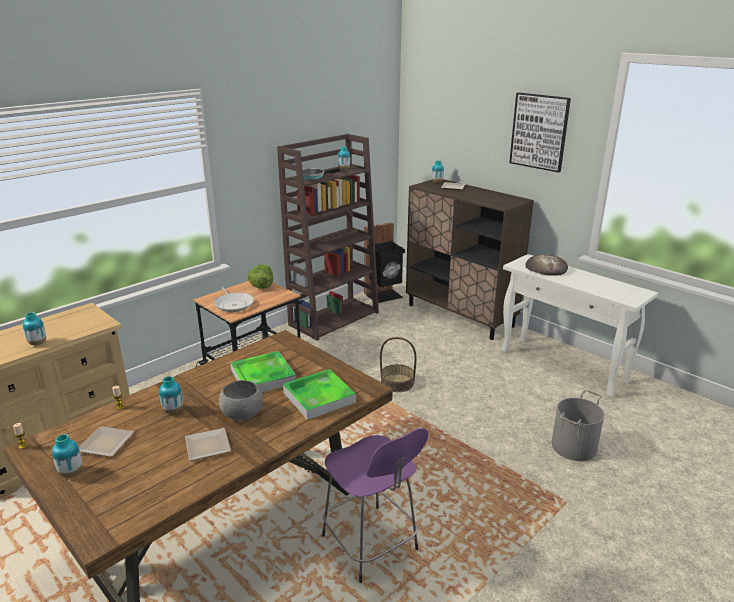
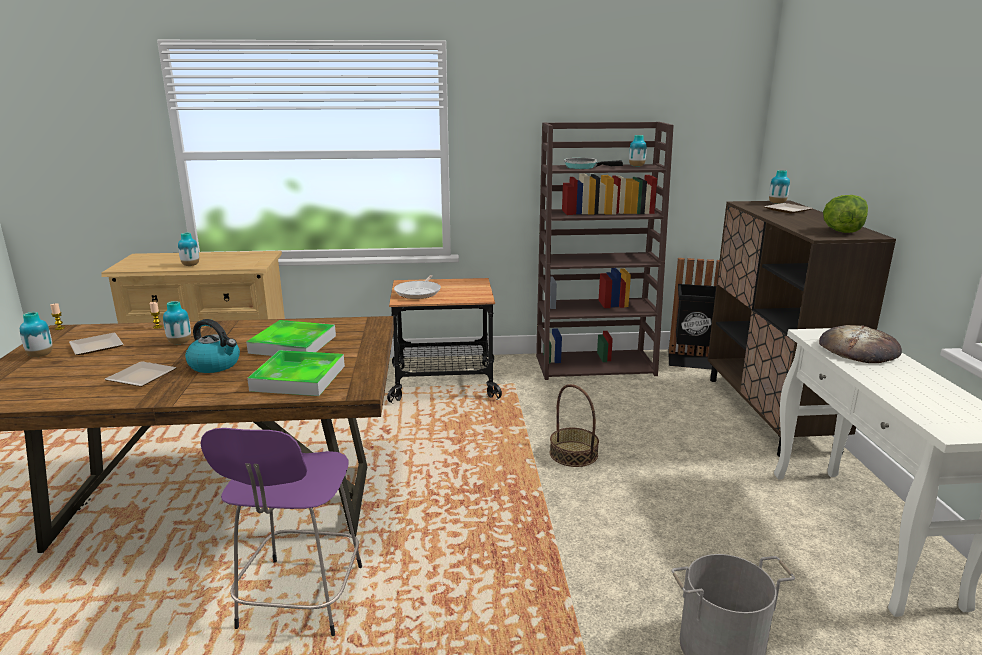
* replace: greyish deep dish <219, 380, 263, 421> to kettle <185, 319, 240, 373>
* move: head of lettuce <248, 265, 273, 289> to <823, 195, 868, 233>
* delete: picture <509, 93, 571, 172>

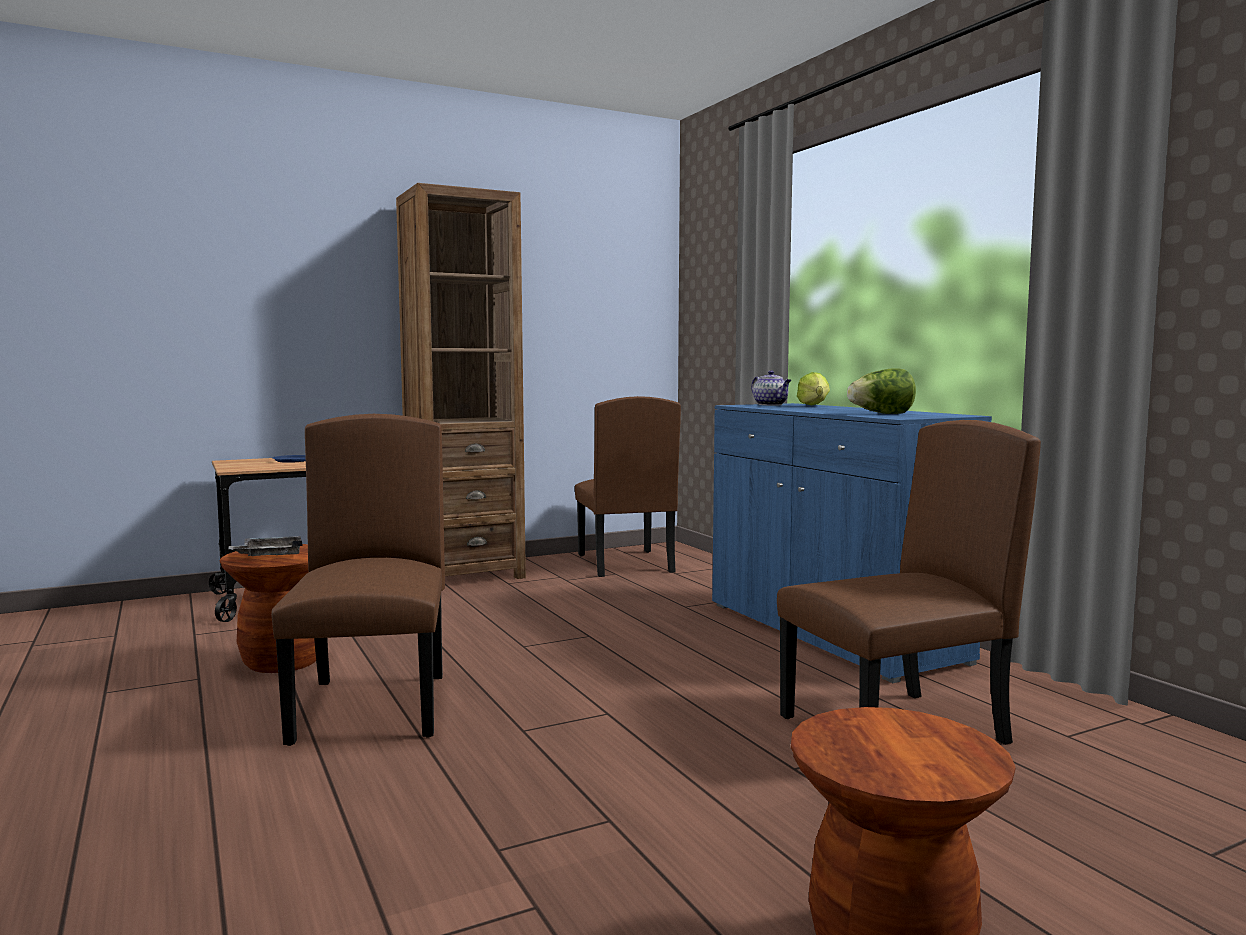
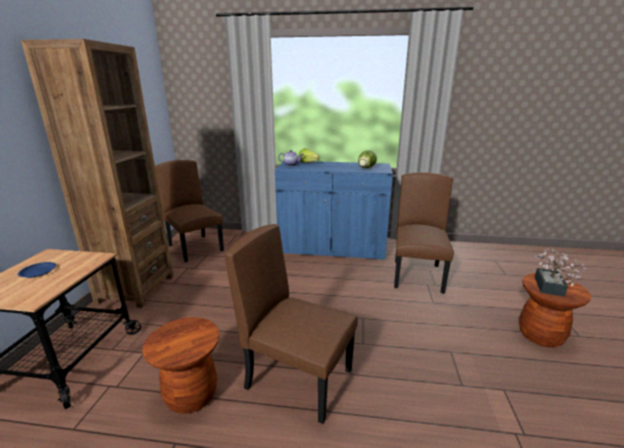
* delete: greyish tray <228, 536, 303, 556>
* rotate: brownish upright chair <575, 396, 681, 577> = <155, 160, 224, 262> 150 degrees counterclockwise
* insert: plant in a pot <534, 249, 587, 297>

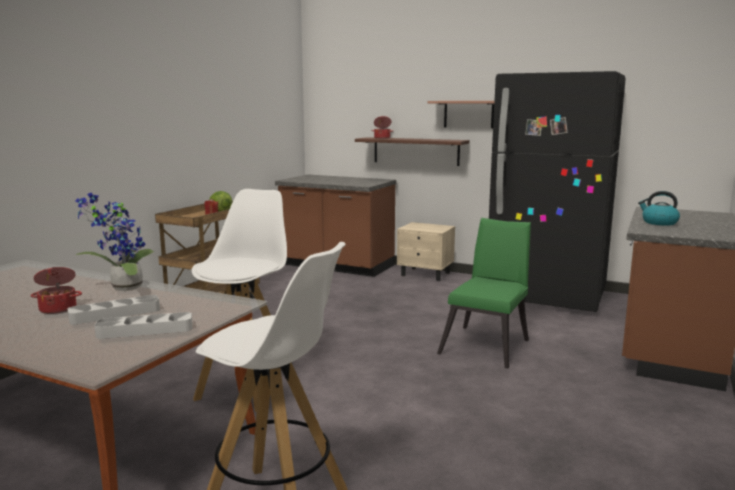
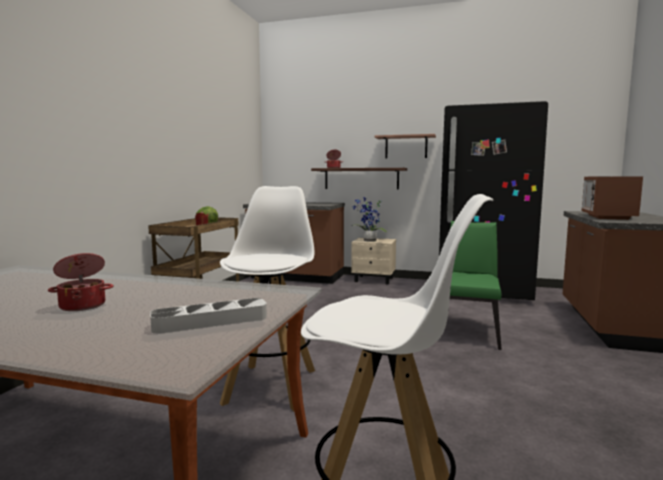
* delete: greyish tray <68, 295, 160, 325>
* move: plant in a pot <75, 193, 154, 290> to <351, 197, 387, 242>
* replace: kettle <638, 191, 680, 226> to kitchen microwave <582, 176, 643, 220>

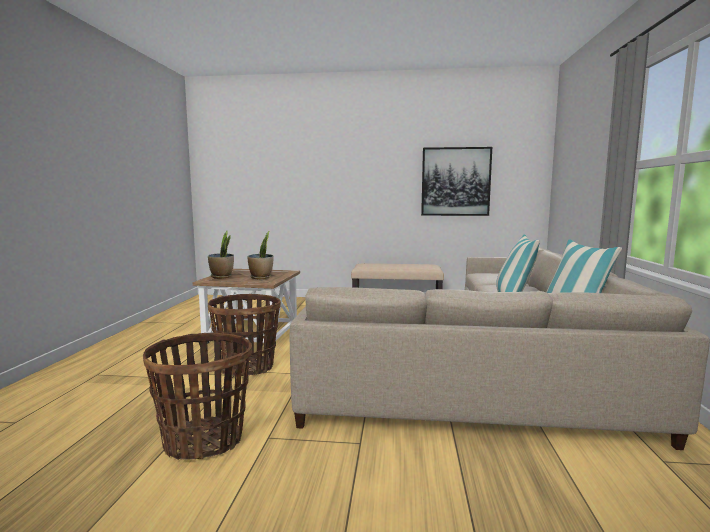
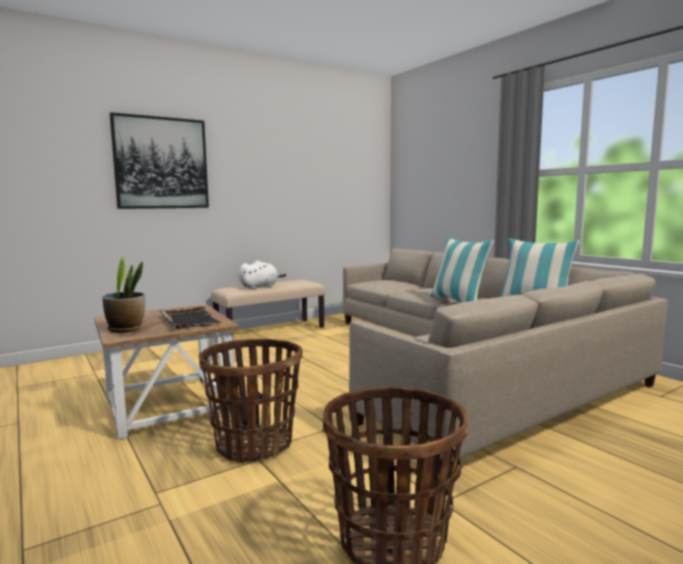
* replace: plant in a pot <247, 231, 273, 279> to blackish tray <160, 307, 222, 329>
* move: picture <421, 147, 492, 216> to <110, 112, 209, 209>
* insert: white soft toy <239, 261, 286, 289>

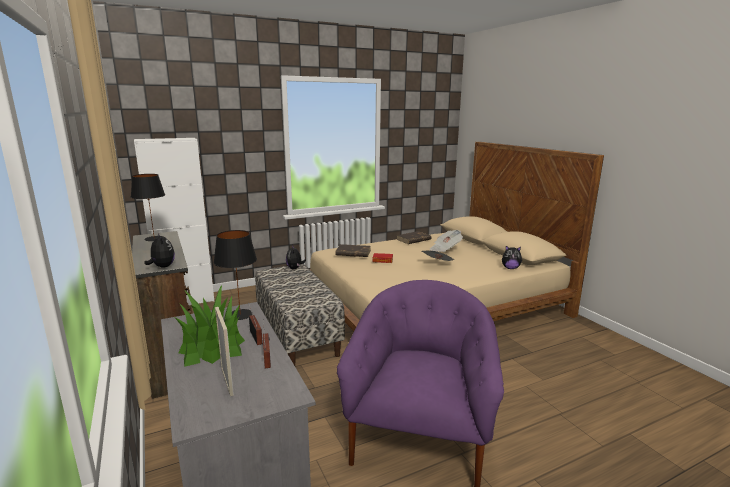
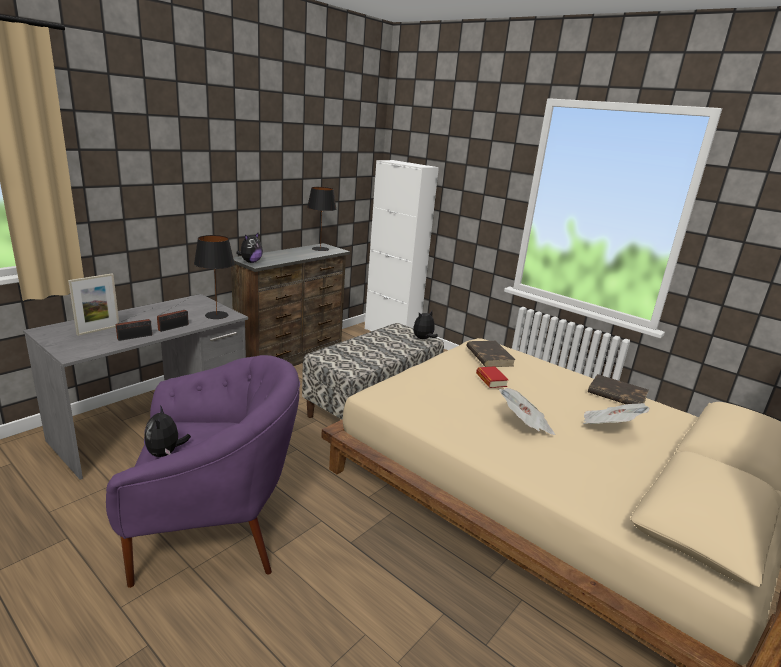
* delete: plant in a pot <174, 285, 245, 367>
* move: soft toy <502, 246, 523, 269> to <144, 405, 191, 457>

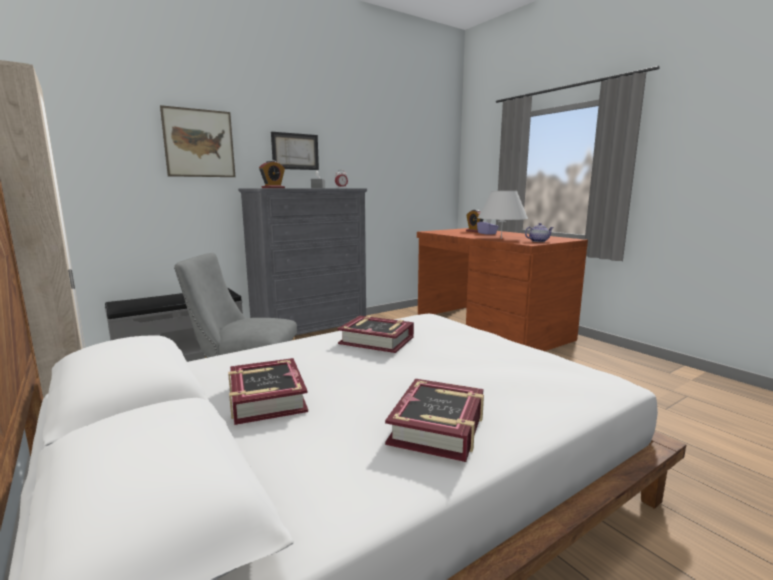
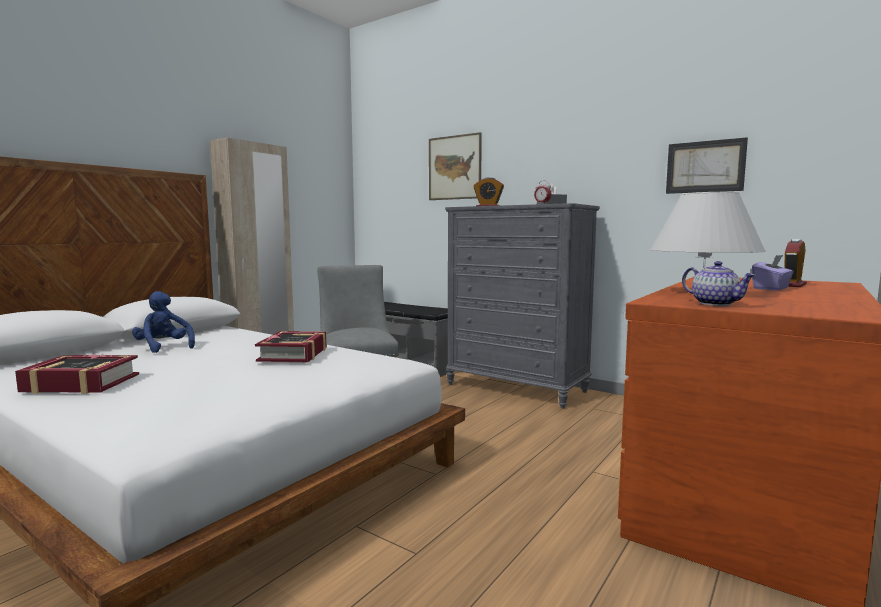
* replace: volume <228, 358, 308, 425> to blue-coloured soft toy <132, 291, 195, 353>
* move: picture <271, 132, 319, 170> to <666, 137, 748, 194>

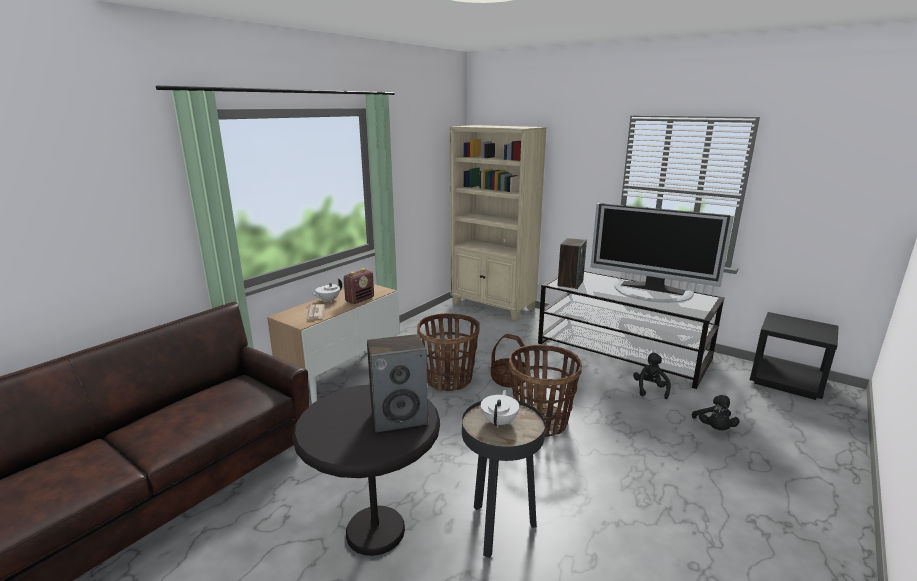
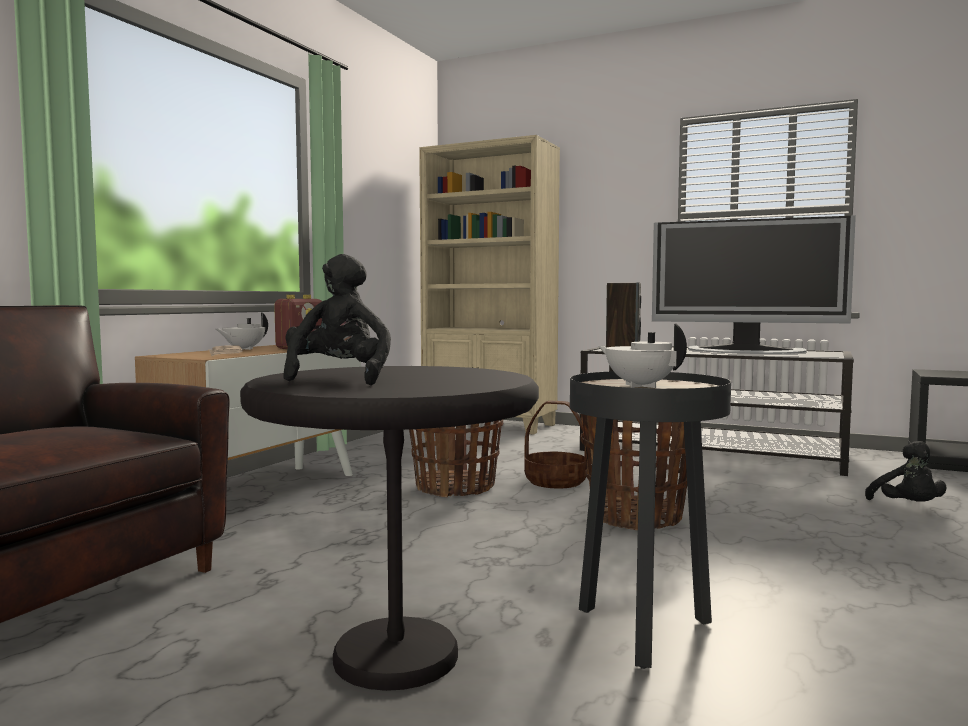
* delete: speaker <367, 334, 428, 432>
* rotate: white teapot <481, 390, 519, 428> = <598, 323, 687, 388> 45 degrees counterclockwise
* move: blackish soft toy <633, 353, 671, 399> to <283, 254, 391, 385>

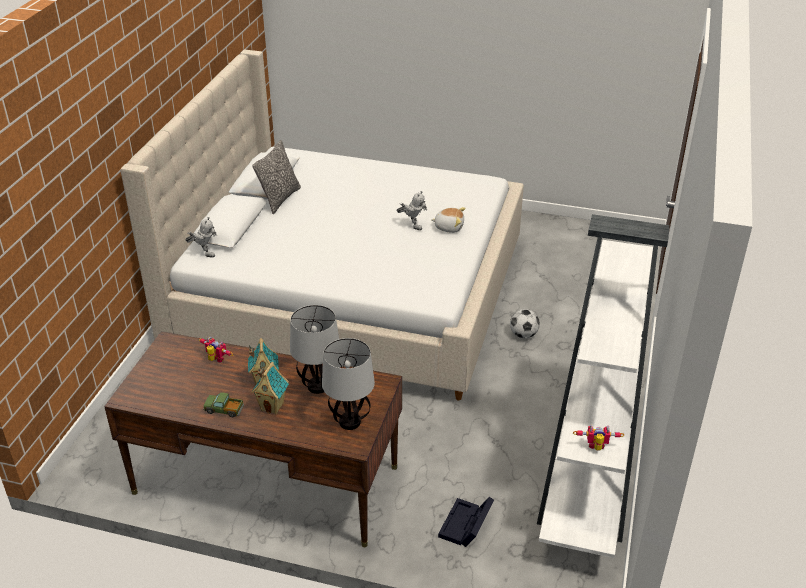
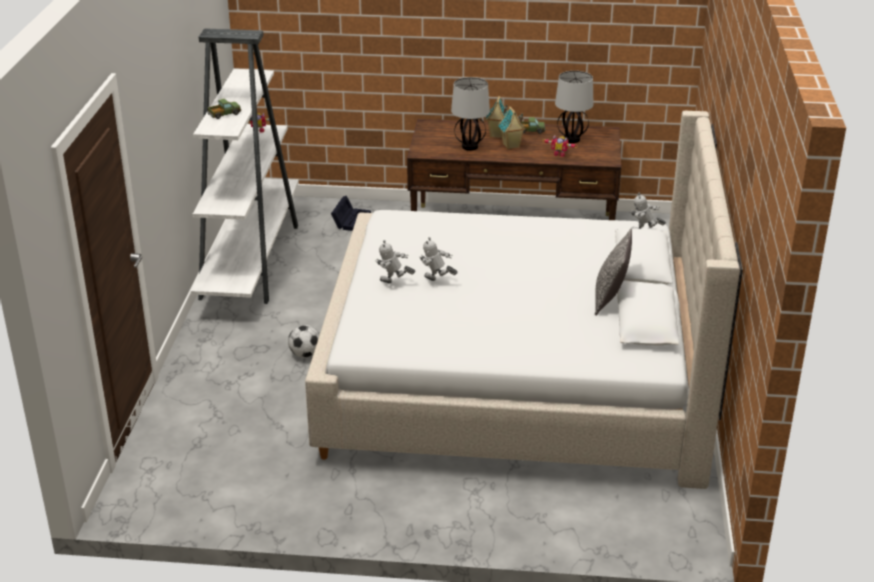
* move: lamp for a table <322, 338, 375, 430> to <555, 71, 594, 143>
* replace: soft toy <431, 207, 466, 233> to model robot <375, 240, 416, 283>
* insert: toy lorry <208, 99, 241, 119>

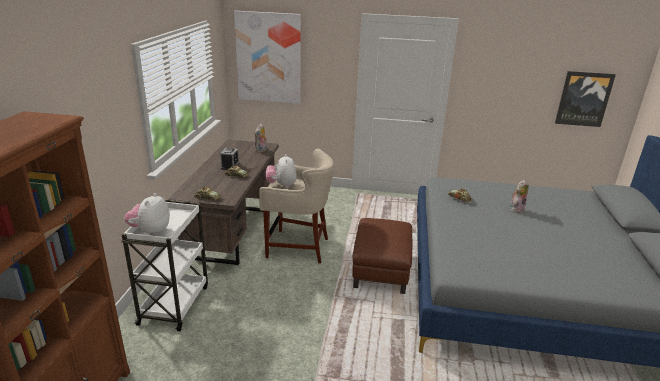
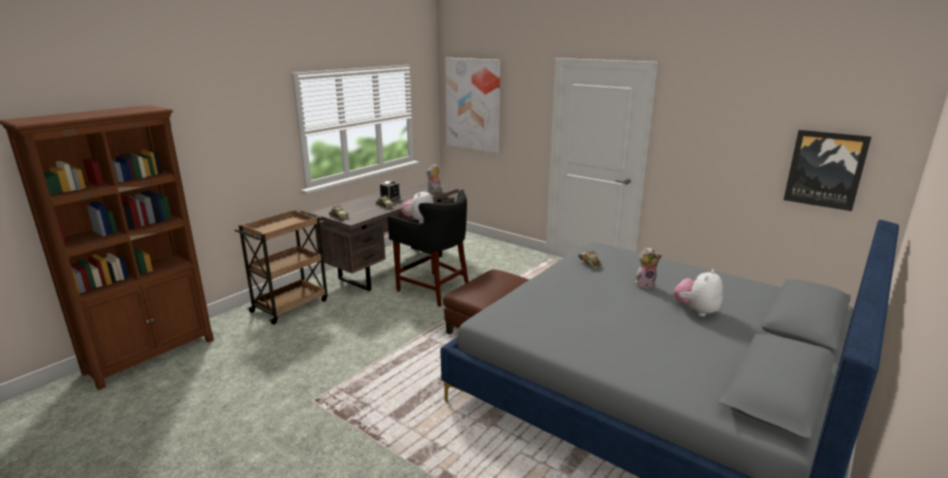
* recolor: white trolley <121, 199, 208, 331> to brownish trolley <235, 209, 328, 324>
* move: soft toy <124, 193, 170, 236> to <674, 269, 723, 317>
* recolor: beige-coloured stool seat <259, 148, 334, 264> to blackish stool seat <388, 189, 469, 307>

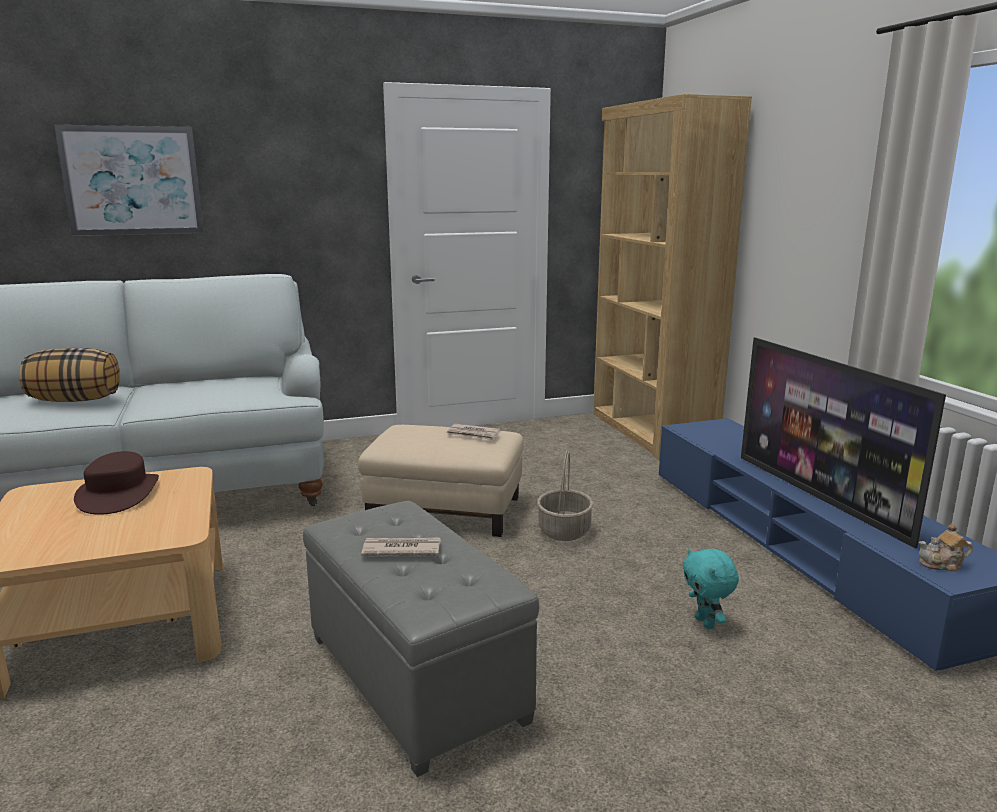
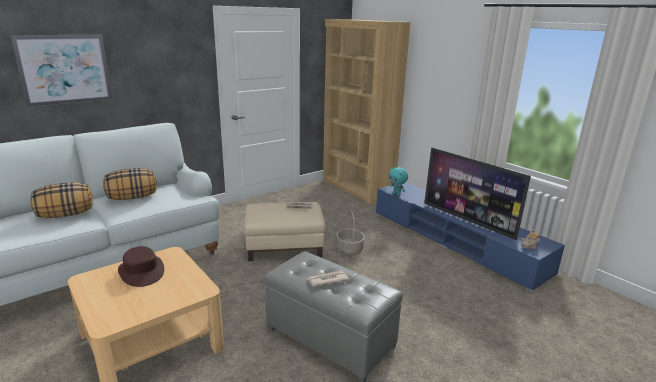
* move: turquoise soft toy <683, 548, 739, 629> to <389, 167, 408, 196>
* insert: pillow <103, 168, 157, 200>

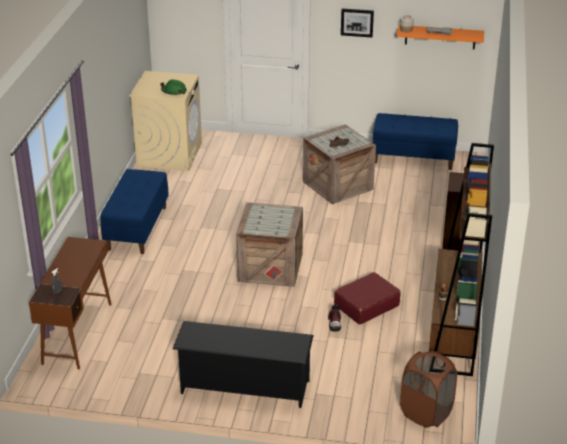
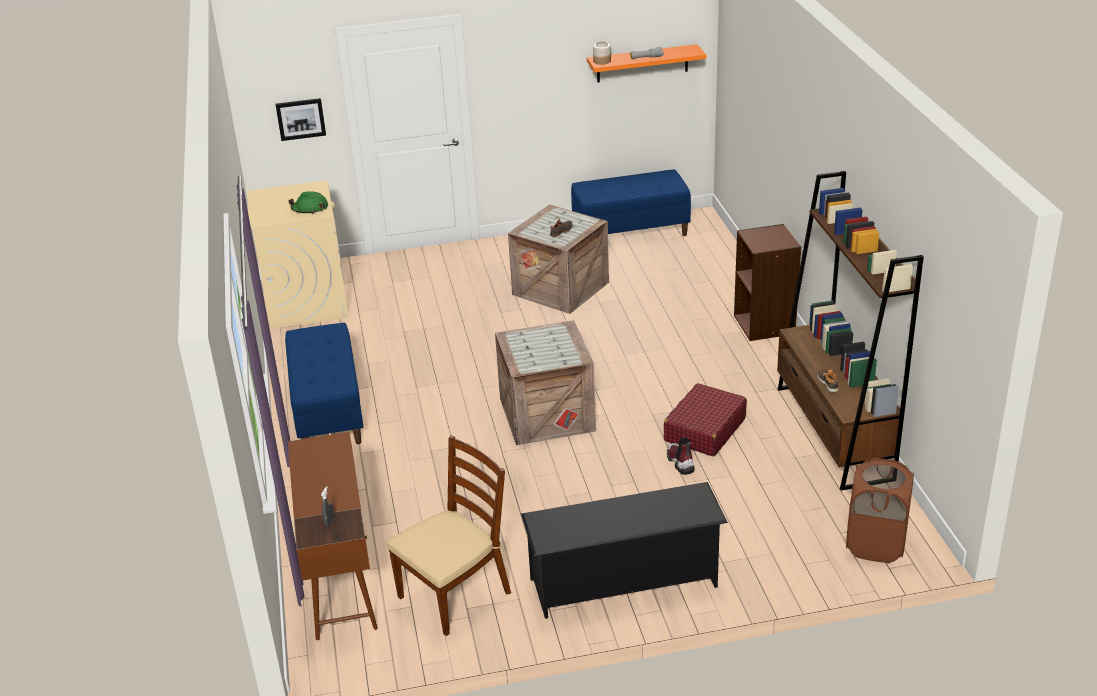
* move: picture <341, 8, 374, 37> to <275, 98, 326, 141>
* insert: brownish upright chair <387, 436, 511, 636>

